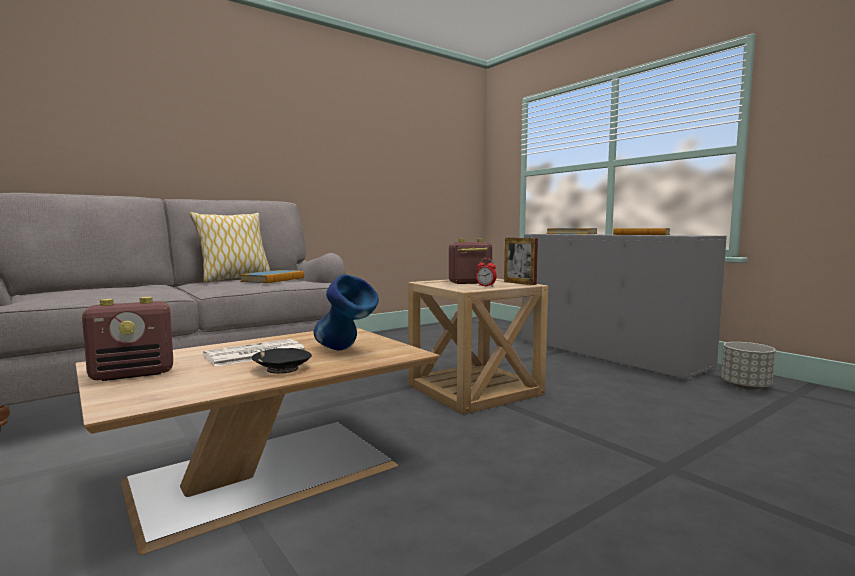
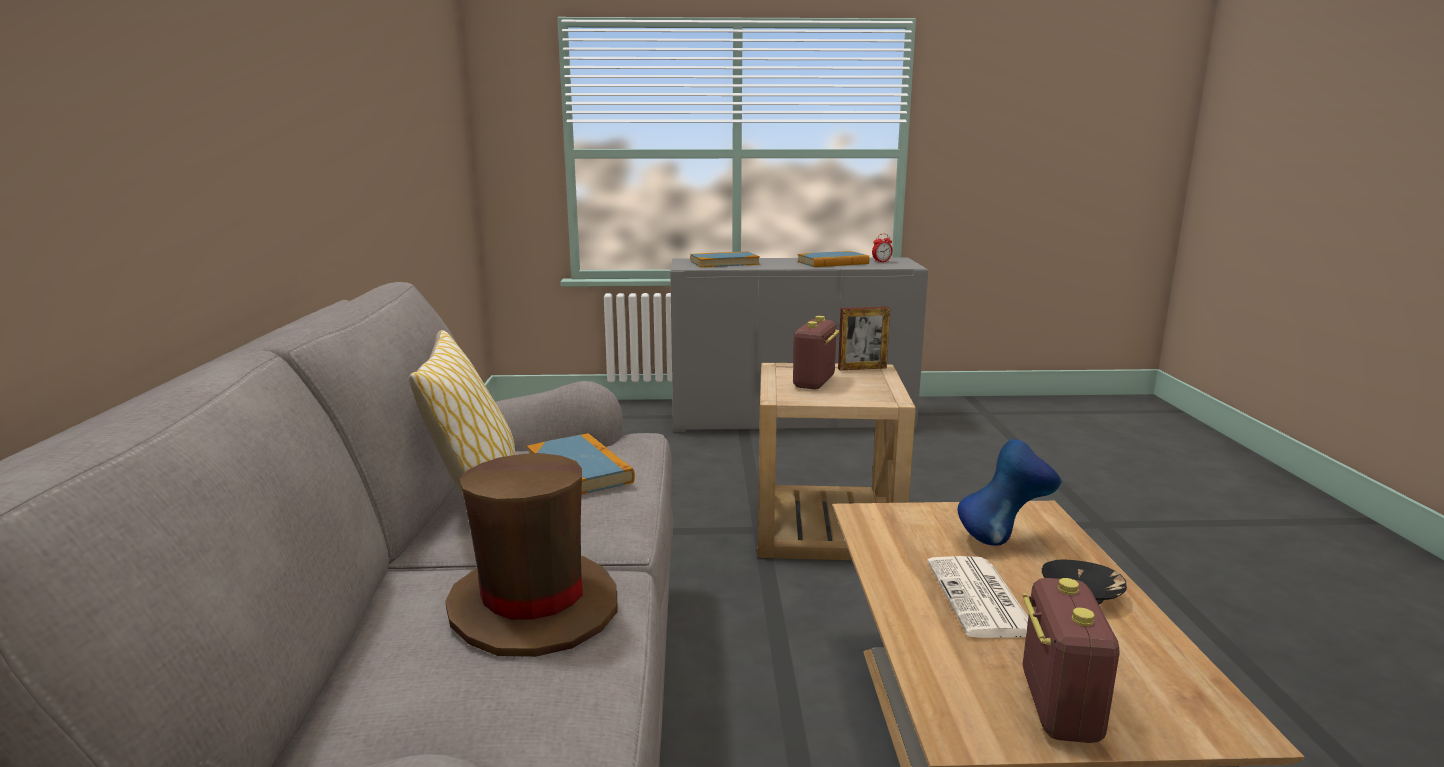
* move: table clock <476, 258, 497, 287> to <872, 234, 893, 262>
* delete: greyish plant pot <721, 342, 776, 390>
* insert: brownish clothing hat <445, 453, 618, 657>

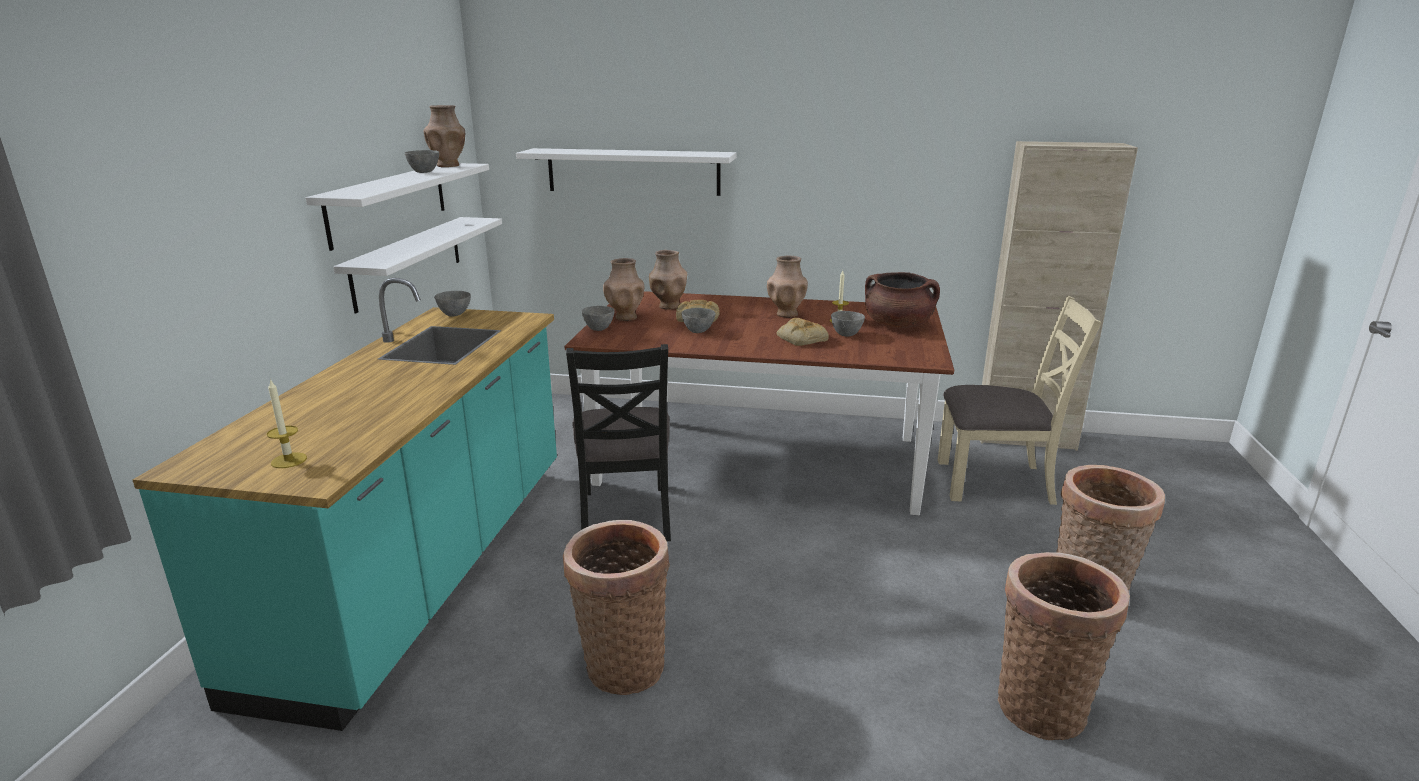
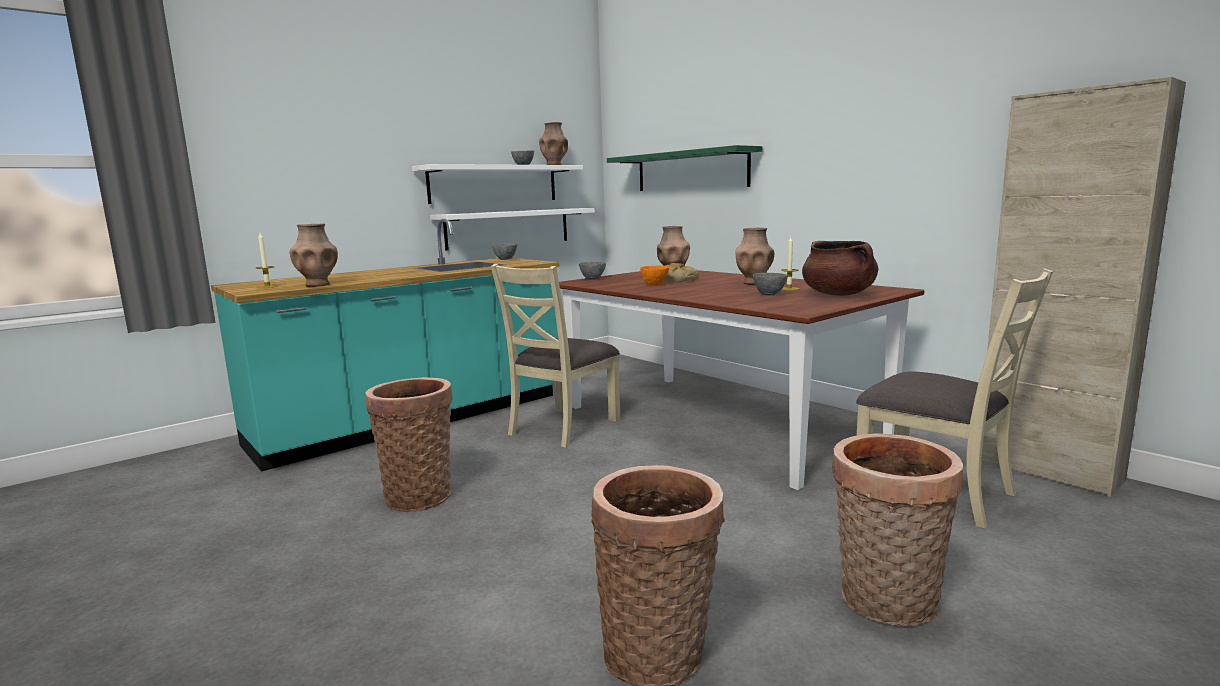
* recolor: white wall shelf <516, 148, 737, 196> to green-coloured wall shelf <607, 145, 763, 191>
* recolor: blackish upright chair <566, 344, 671, 541> to beige-coloured upright chair <491, 264, 620, 447>
* move: brownish flower vase <603, 258, 644, 321> to <290, 223, 338, 287>
* recolor: greyish deep dish <682, 308, 715, 333> to orangey deep dish <640, 265, 669, 285>
* delete: baked bread <776, 318, 829, 346>

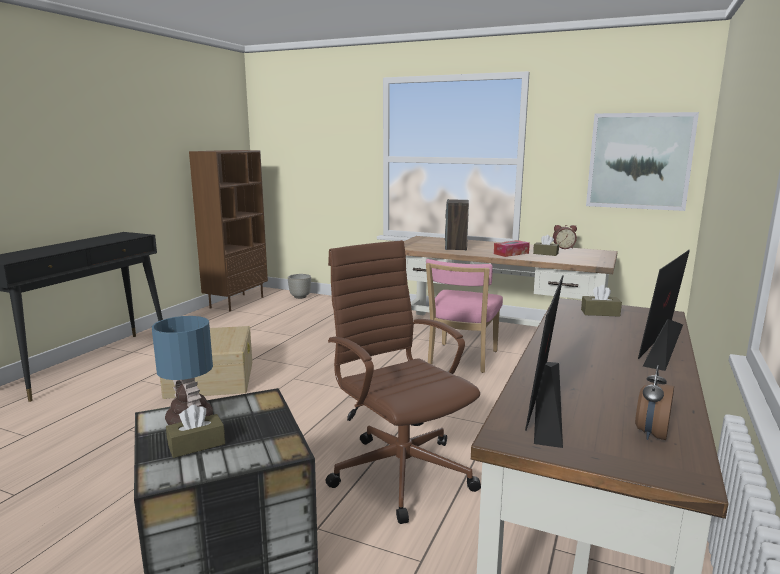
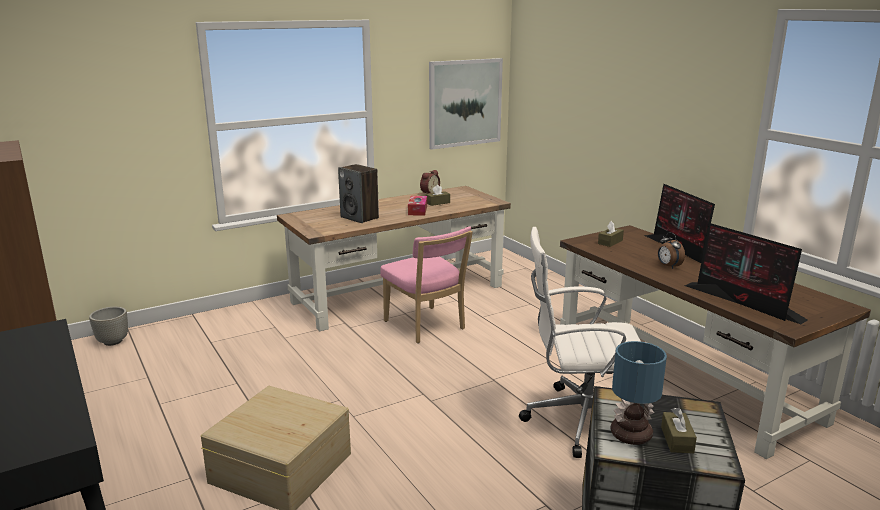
* recolor: brownish computer chair <326, 240, 481, 524> to white computer chair <519, 227, 641, 458>
* move: table clock <635, 365, 674, 440> to <658, 232, 685, 269>

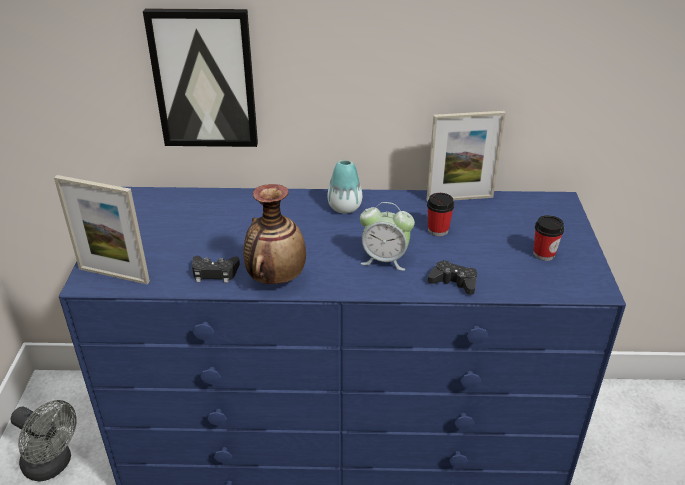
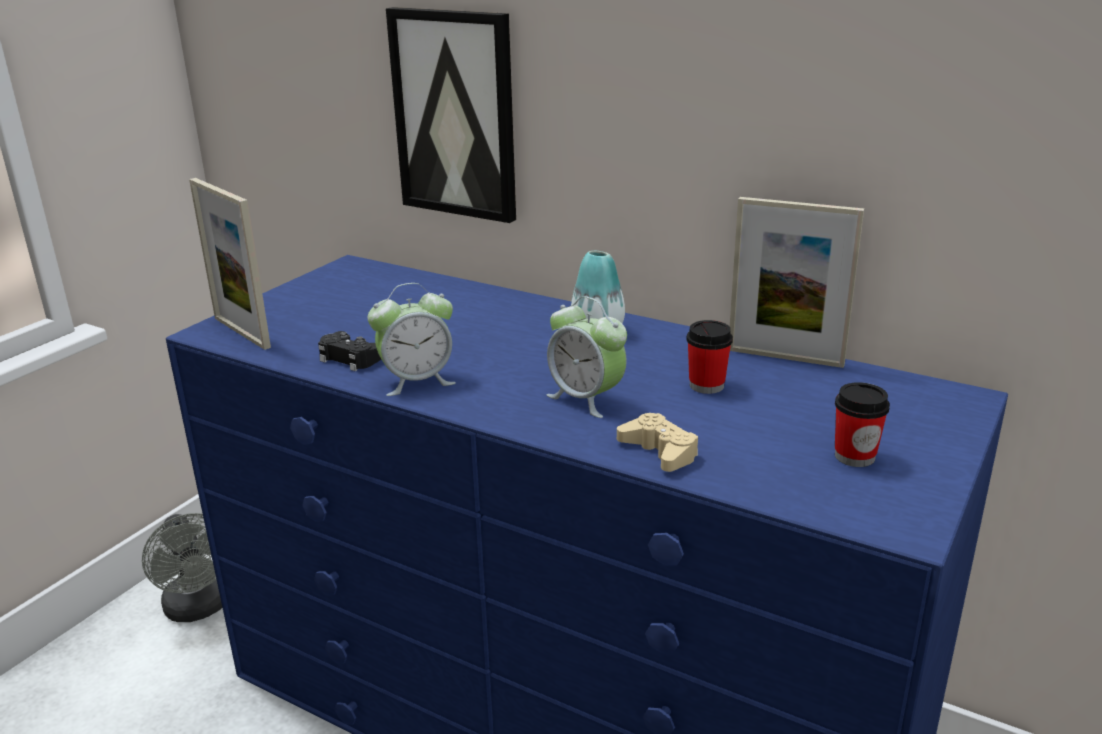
* replace: flower vase <243, 184, 306, 284> to table clock <368, 283, 456, 396>
* recolor: blackish joypad <428, 260, 477, 295> to beige-coloured joypad <617, 413, 698, 472>

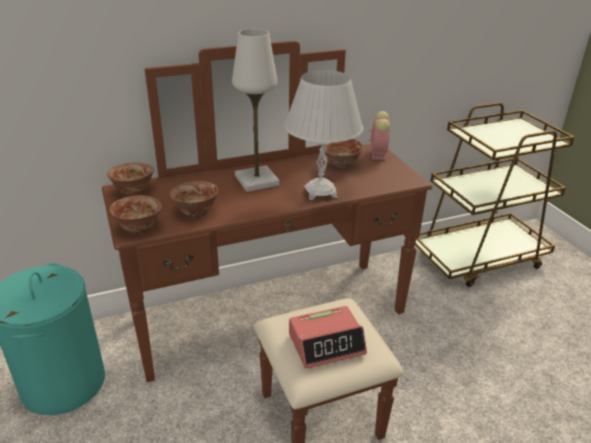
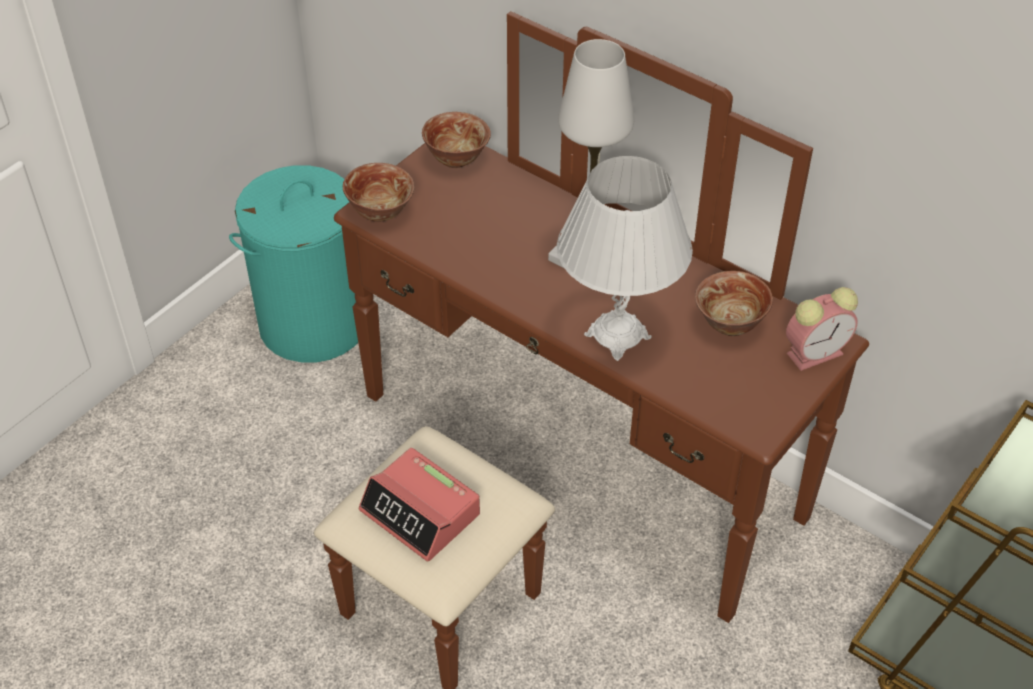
* delete: deep dish <170, 181, 218, 217>

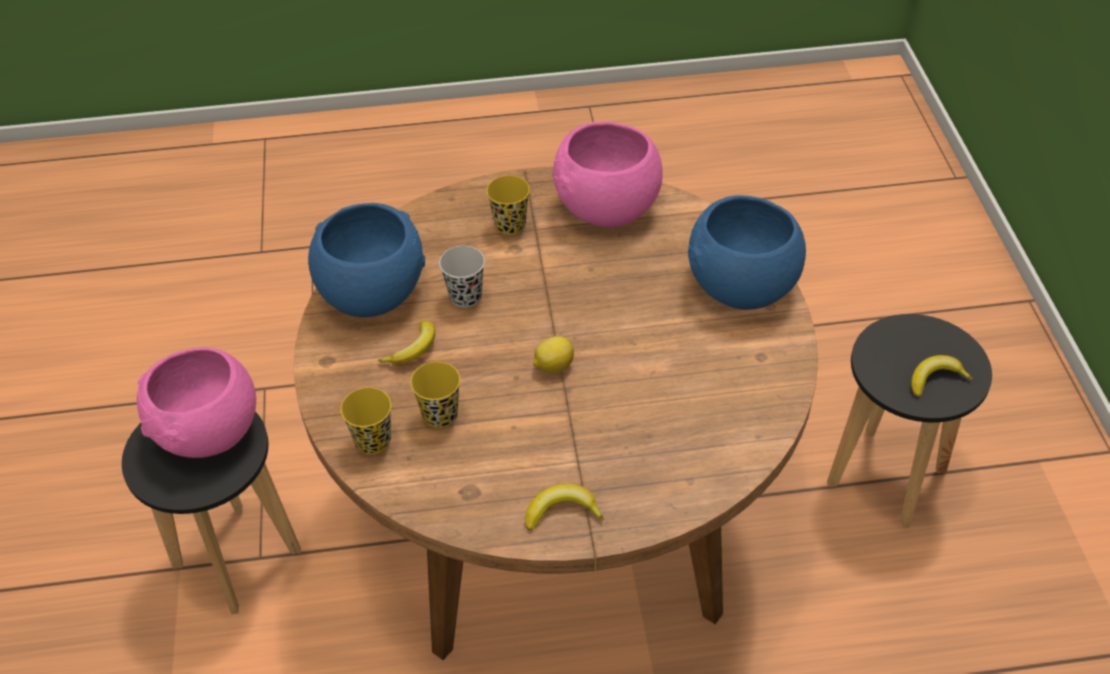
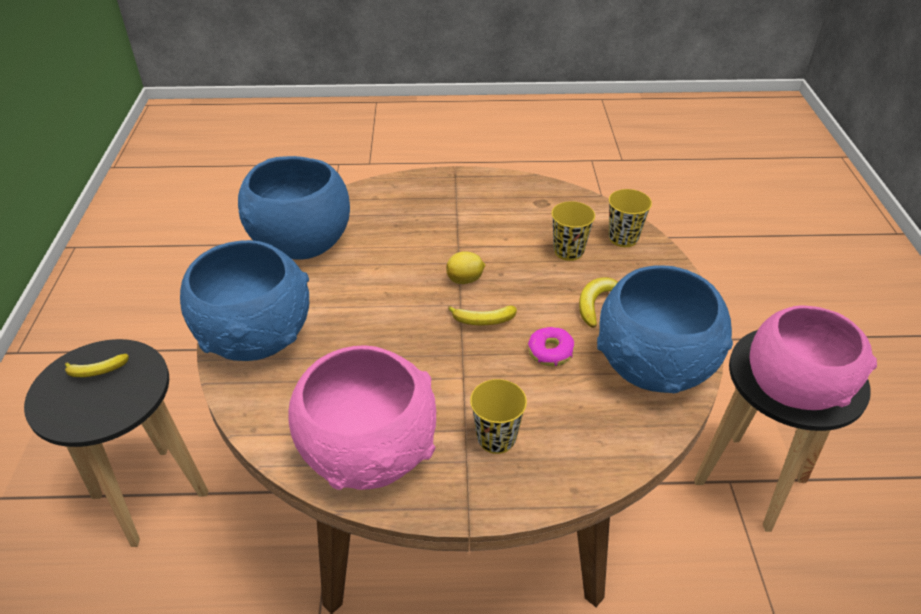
* replace: blackish drinking cup <439, 246, 485, 308> to doughnut <528, 327, 574, 366>
* move: banana <525, 484, 604, 531> to <448, 305, 517, 325>
* insert: blue-coloured deep dish <238, 156, 350, 260>

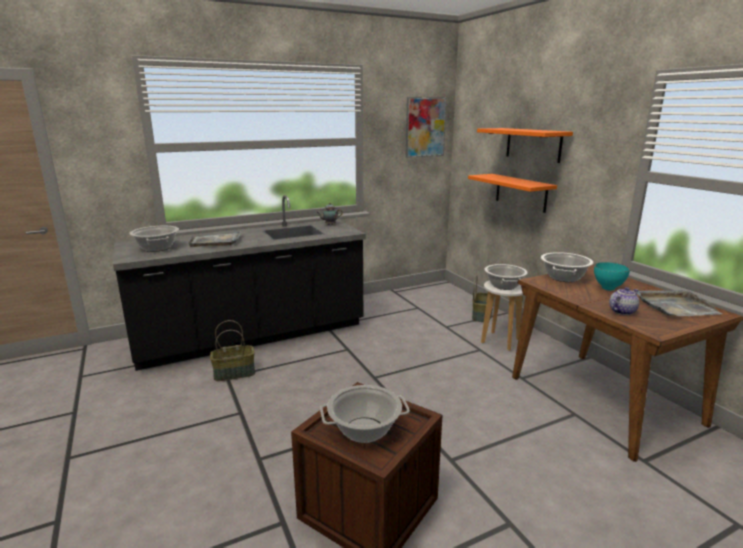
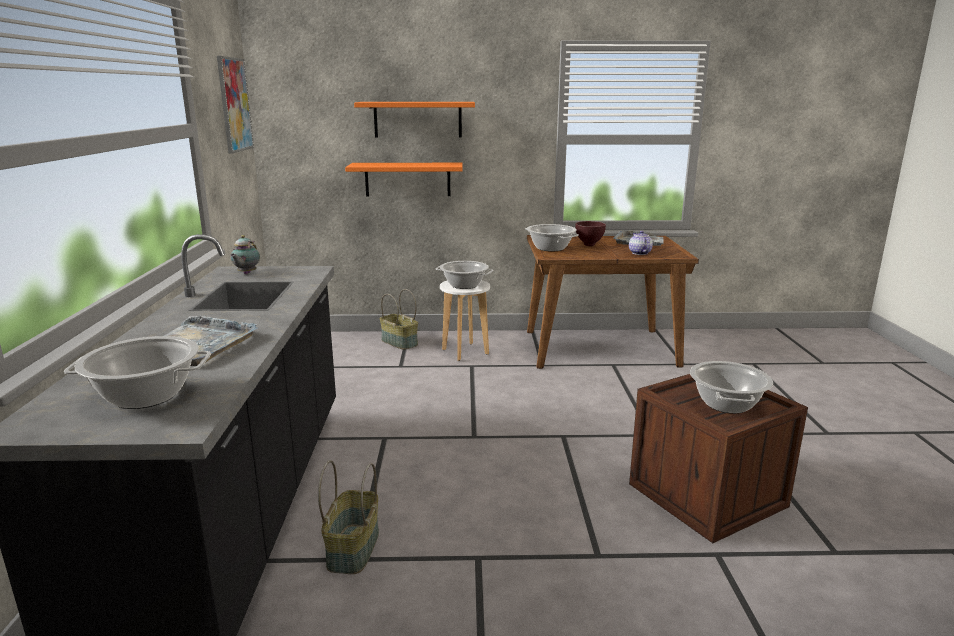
* recolor: turquoise deep dish <594, 262, 630, 291> to brownish deep dish <575, 221, 606, 246>

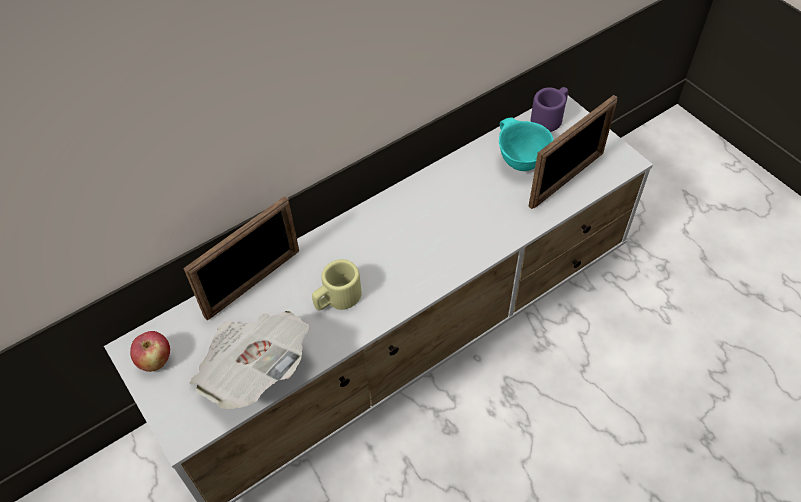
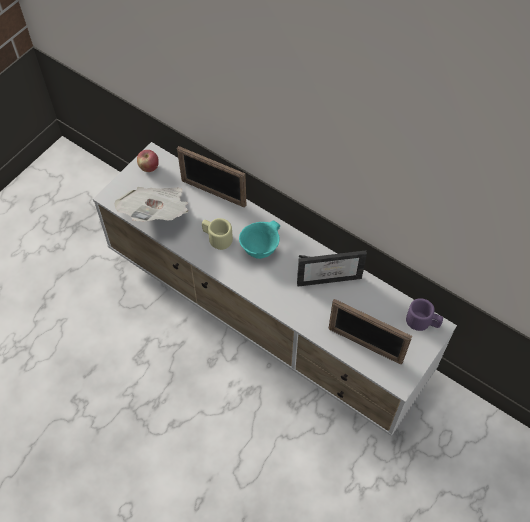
* move: turquoise deep dish <499, 117, 553, 171> to <239, 220, 280, 259>
* insert: photo frame <297, 250, 367, 287>

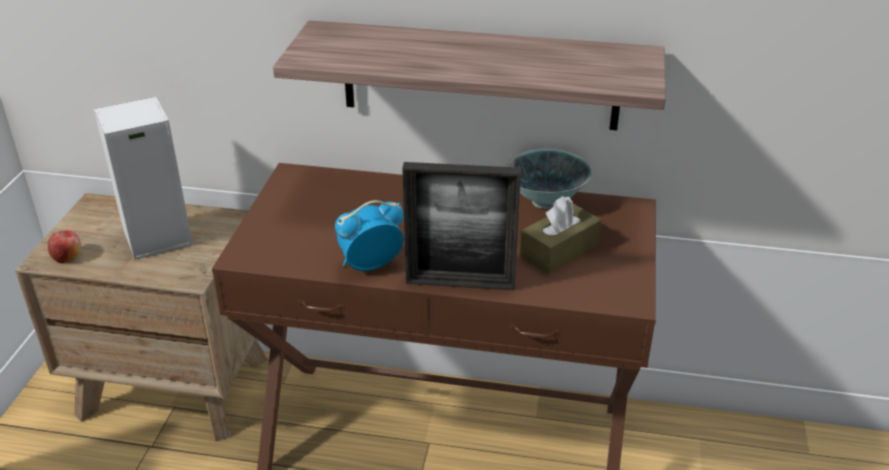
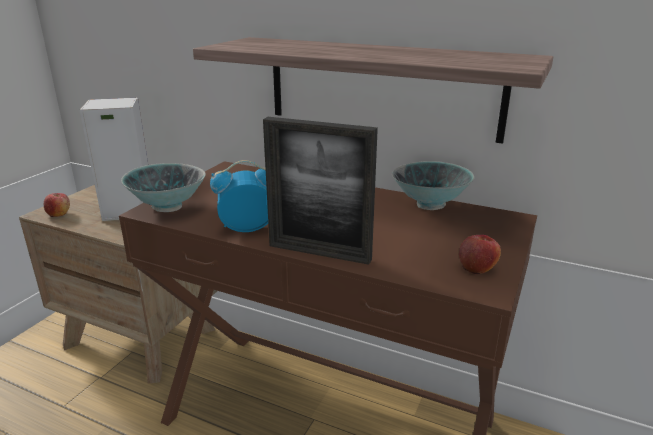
* delete: brownish tissue box <520, 196, 602, 274>
* insert: deep dish <121, 163, 206, 212>
* insert: whole apple <459, 235, 501, 274>

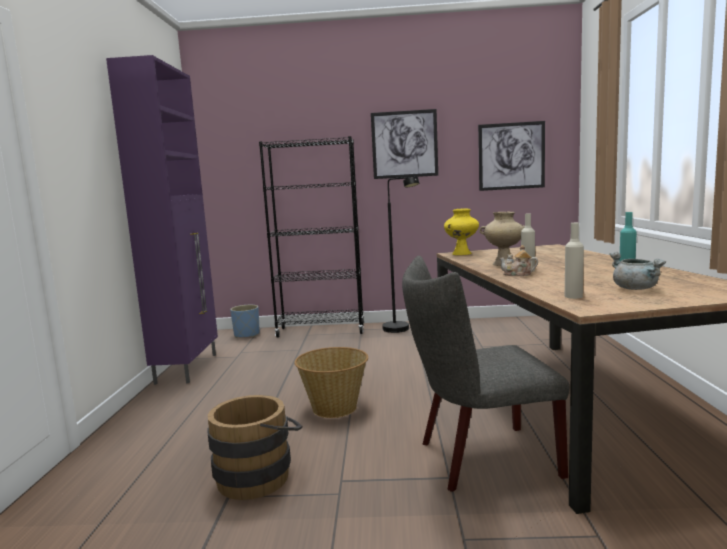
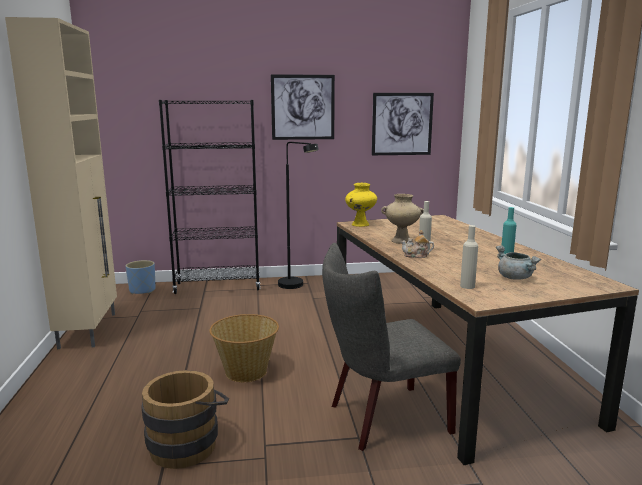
* recolor: purple-coloured cupboard <106, 55, 218, 385> to beige-coloured cupboard <5, 17, 117, 349>

